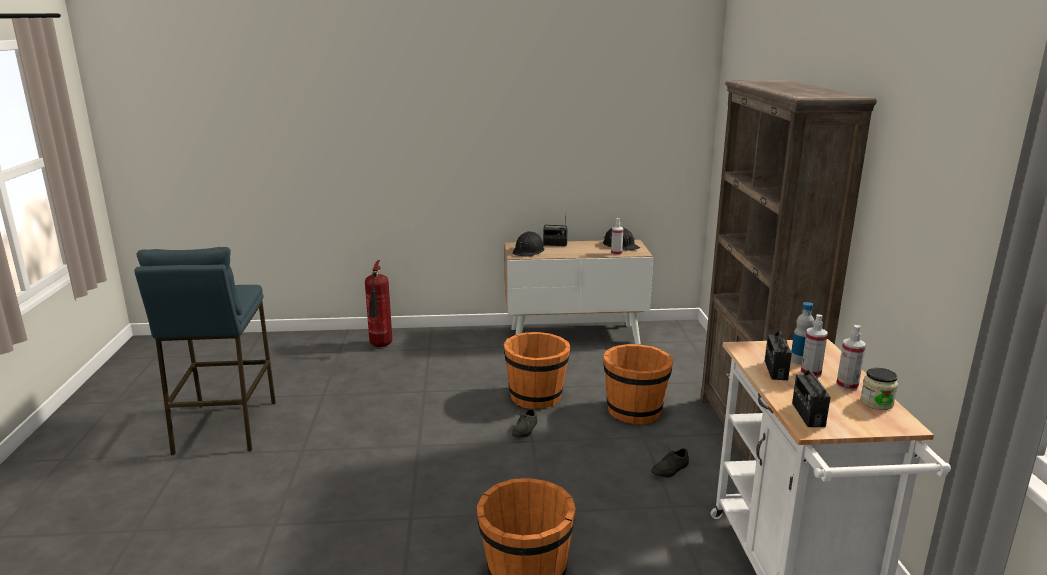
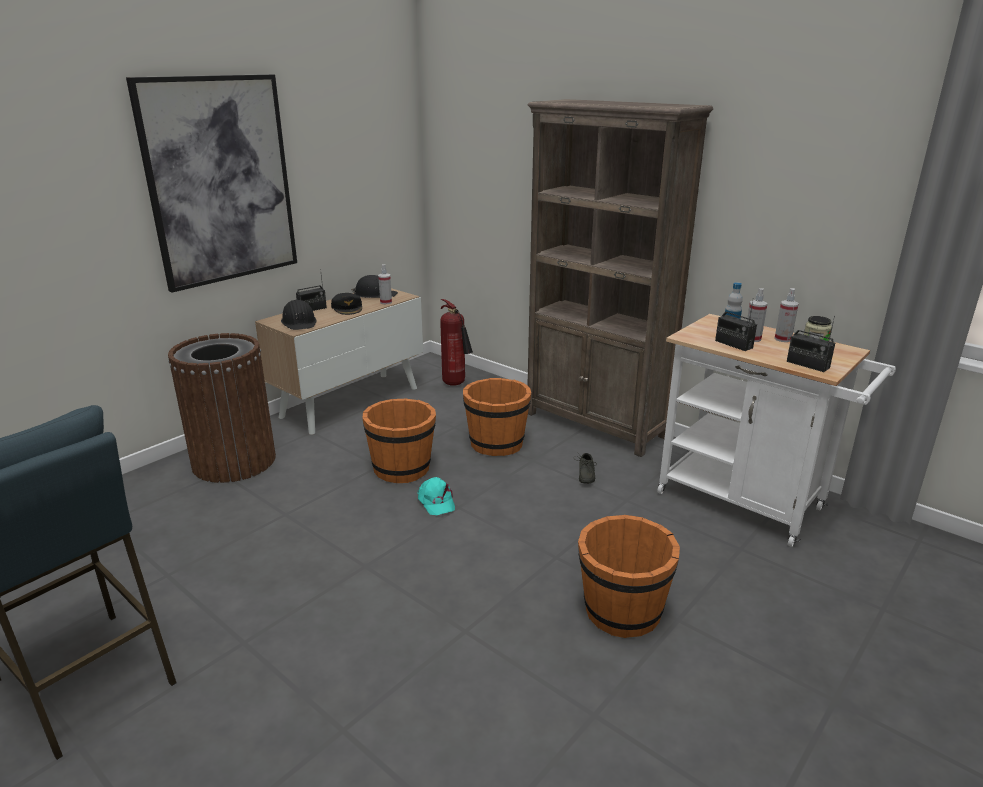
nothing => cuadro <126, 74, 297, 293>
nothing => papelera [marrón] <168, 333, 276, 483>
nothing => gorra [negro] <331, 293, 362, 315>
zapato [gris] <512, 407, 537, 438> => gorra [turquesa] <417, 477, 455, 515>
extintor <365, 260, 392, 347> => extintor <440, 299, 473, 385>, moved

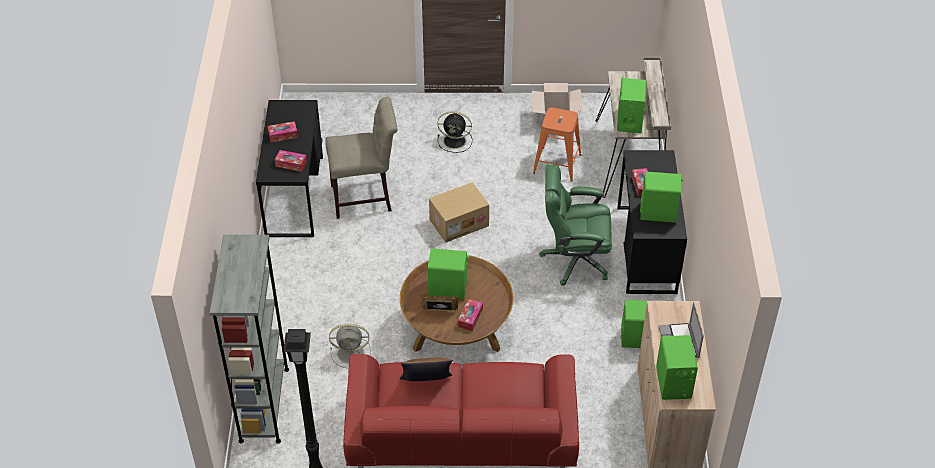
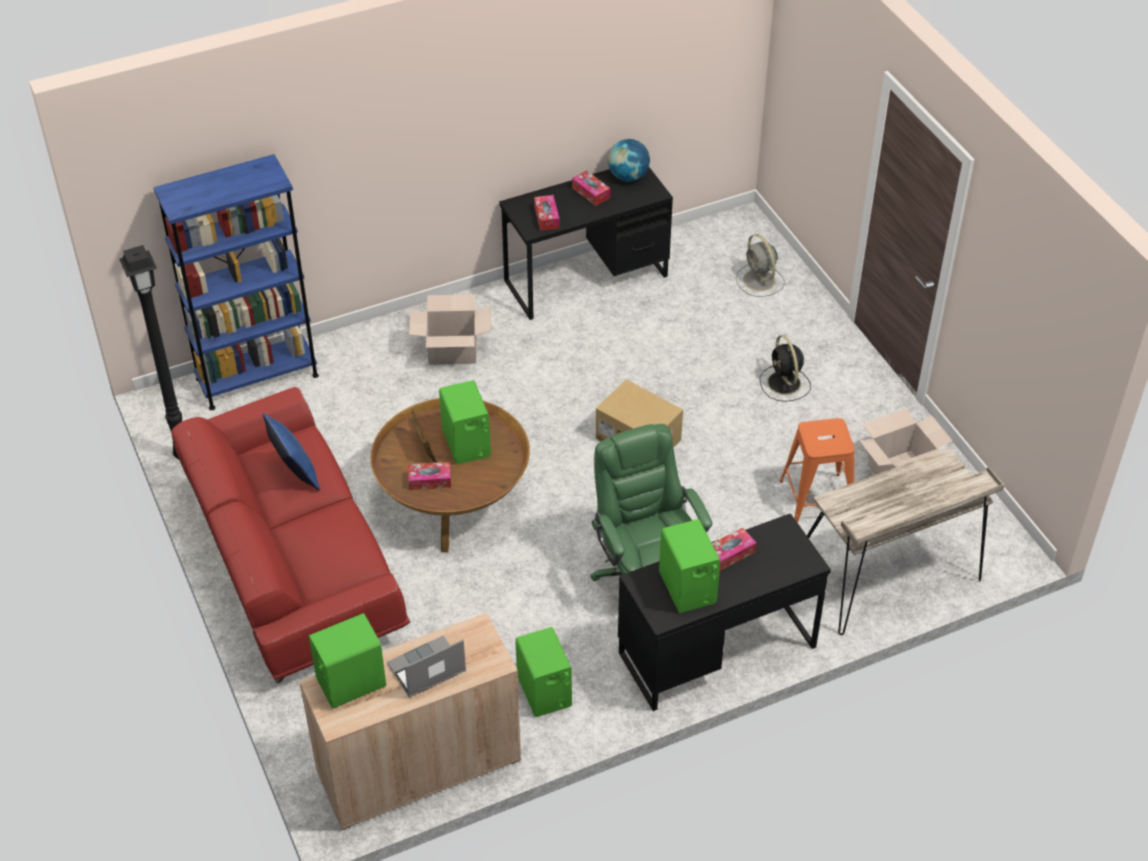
estantería [gris] <210, 235, 289, 443> => estantería [azul] <153, 154, 319, 410>
cojín [marrón] <399, 357, 453, 381> => cojín [azul] <263, 413, 320, 491>
nothing => caja de cartón <409, 294, 491, 365>
nothing => globo terráqueo <608, 139, 650, 181>
ventilador [gris] <329, 324, 371, 368> => ventilador [gris] <736, 234, 785, 297>, moved
silla [beis] <325, 97, 398, 219> => nothing
altavoz [verde] <617, 78, 646, 133> => nothing

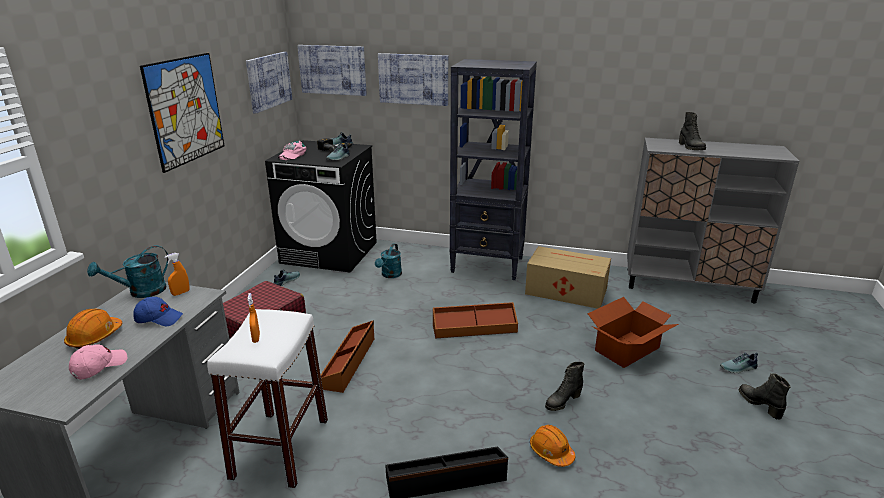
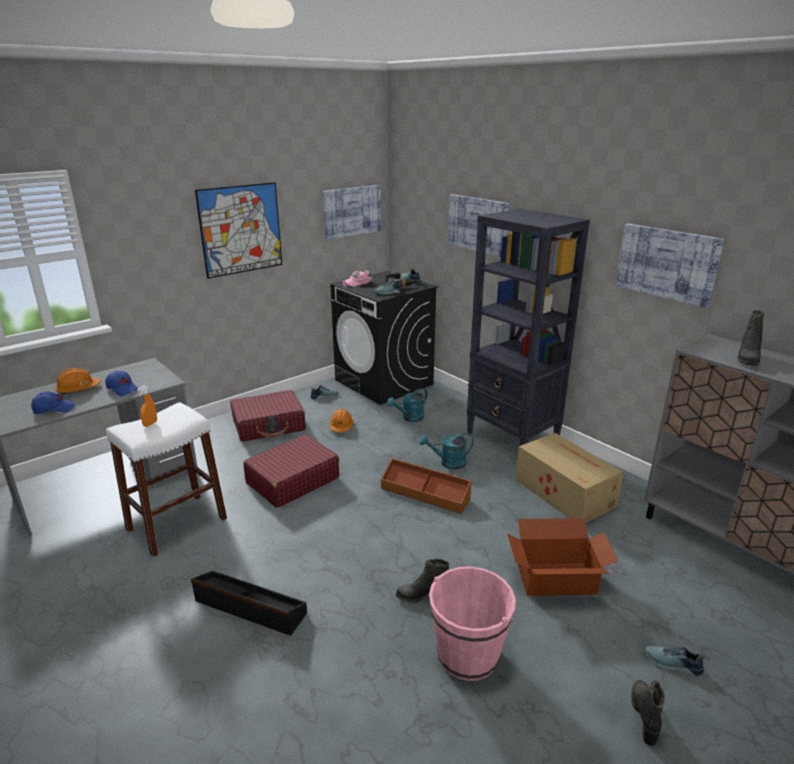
gorra [rosa] <69, 344, 127, 380> => gorra [azul] <31, 391, 75, 414>
caja de almacenaje [marrón] <321, 321, 374, 393> => maleta [rojo] <243, 435, 339, 508>
casco [naranja] <530, 425, 575, 467> => casco [naranja] <329, 409, 353, 432>, moved
regadera [turquesa] <87, 245, 168, 298> => regadera [turquesa] <419, 433, 473, 470>, moved
nothing => cubo [rosa] <429, 566, 516, 681>
cuadro <297, 45, 367, 96> => cuadro <616, 224, 724, 308>, moved
pulverizador [naranja] <165, 253, 189, 296> => nothing

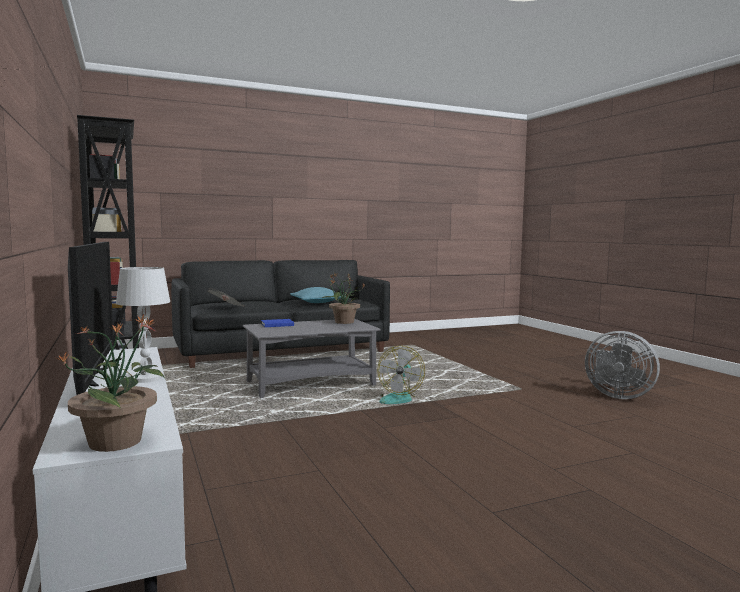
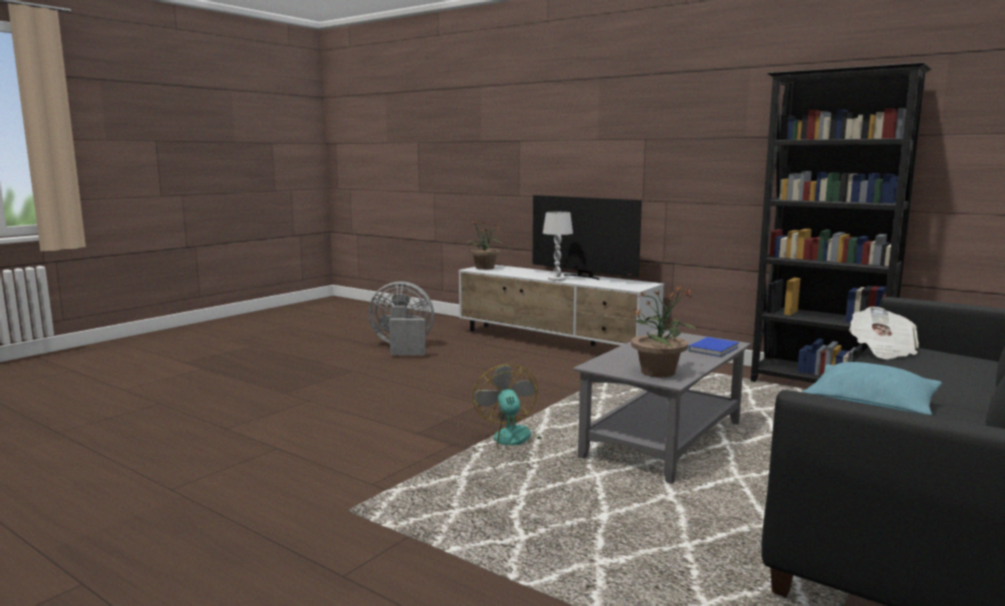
ventilador [gris] <585, 331, 660, 399> => ventilador [gris] <369, 281, 434, 355>, moved

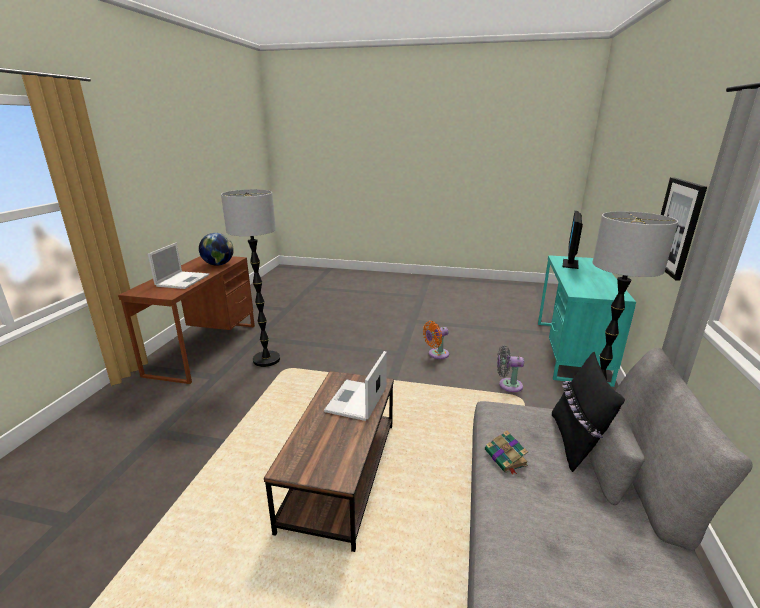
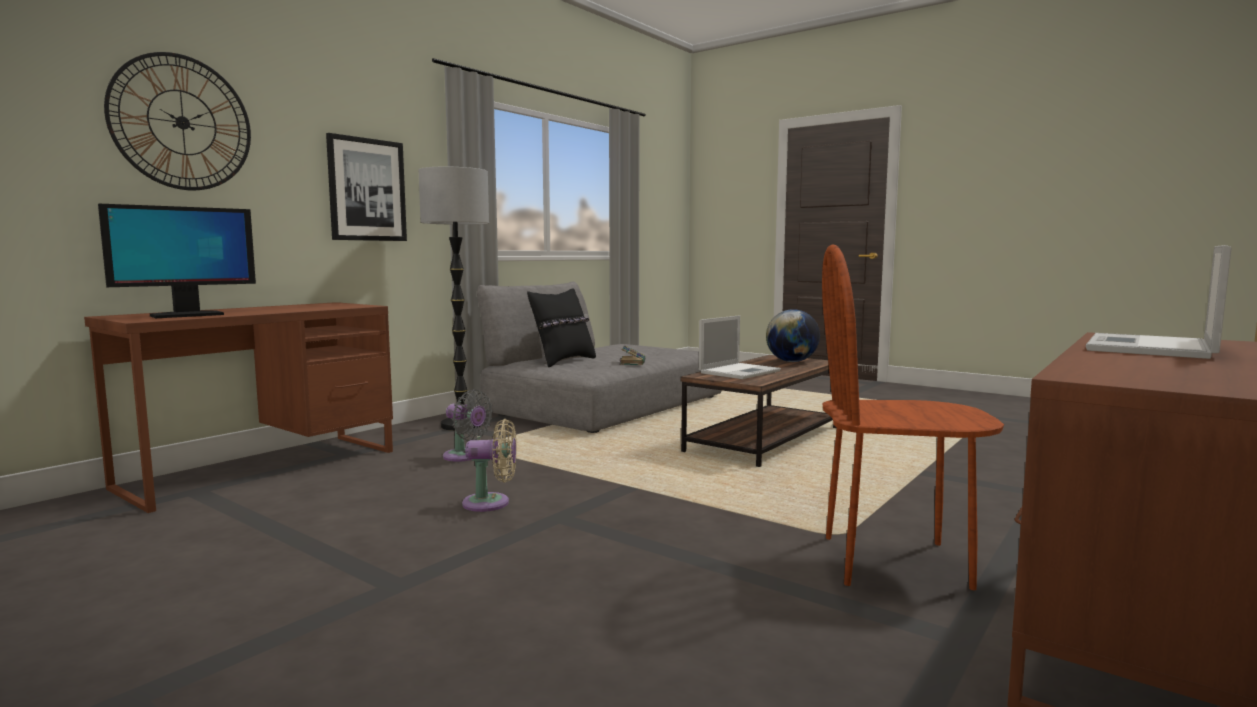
escritorio [turquesa] <538, 255, 636, 387> => escritorio [marrón] <84, 302, 393, 513>
nothing => reloj de pared <104, 52, 251, 190>
ventilador [naranja] <423, 321, 449, 359> => ventilador [beis] <462, 419, 517, 512>
globo terráqueo <199, 233, 234, 266> => globo terráqueo <766, 309, 820, 362>, moved
lámpara de pie <221, 189, 280, 367> => silla [marrón] <822, 244, 1004, 590>

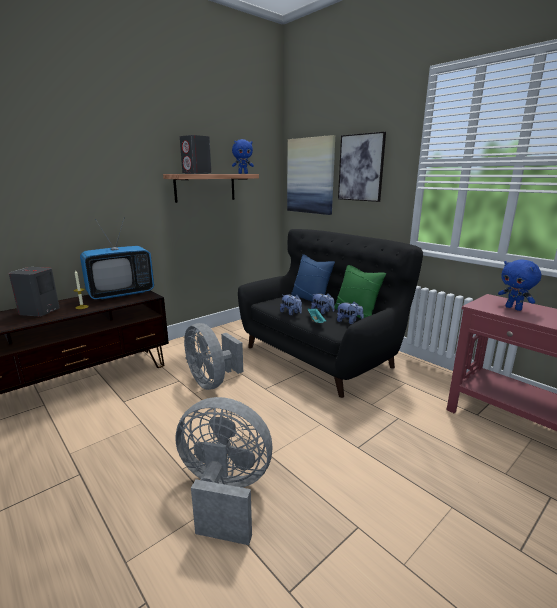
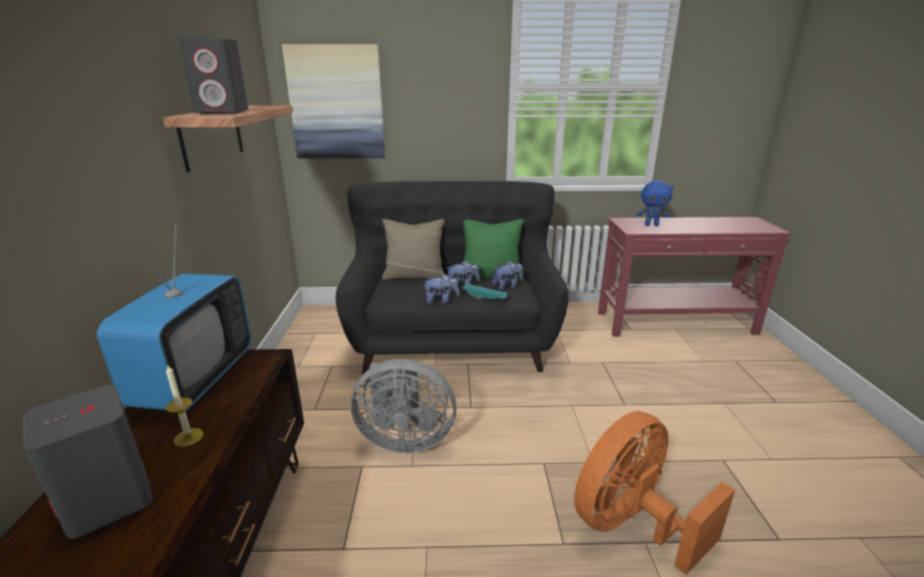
cojín [azul] <291, 254, 335, 302> => cojín [beis] <382, 219, 445, 280>
ventilador [gris] <176, 397, 272, 545> => ventilador [naranja] <574, 411, 735, 575>
peluche [azul] <232, 139, 254, 174> => nothing
cuadro <338, 132, 386, 202> => nothing

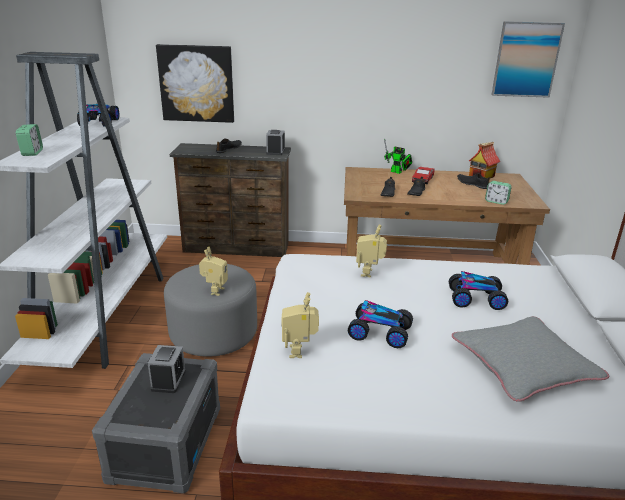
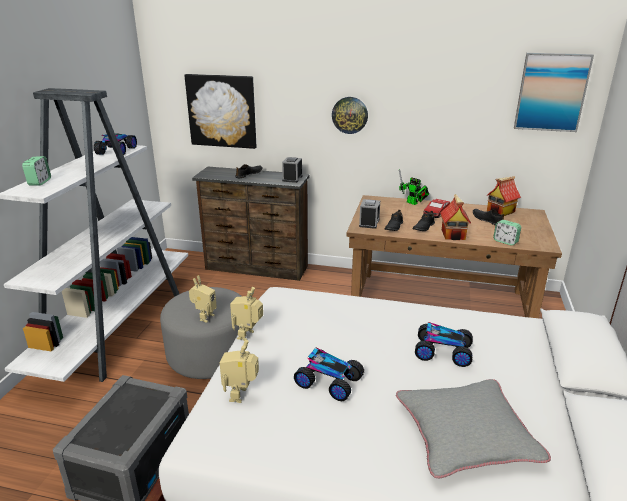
robot de juguete <356, 224, 387, 277> => robot de juguete <230, 287, 263, 341>, moved
nothing => reloj de pared <332, 97, 368, 134>
despertador <148, 345, 186, 393> => despertador <359, 199, 380, 229>, moved
nothing => casita <440, 194, 471, 240>

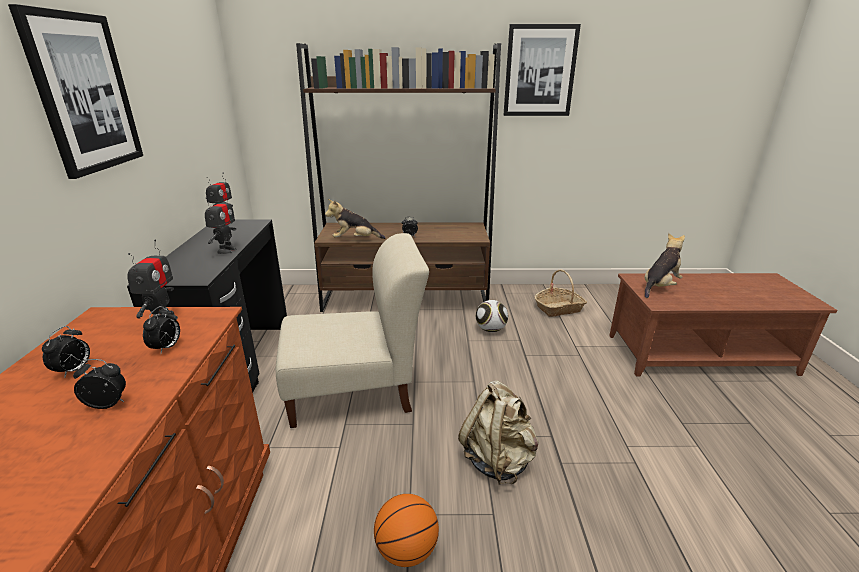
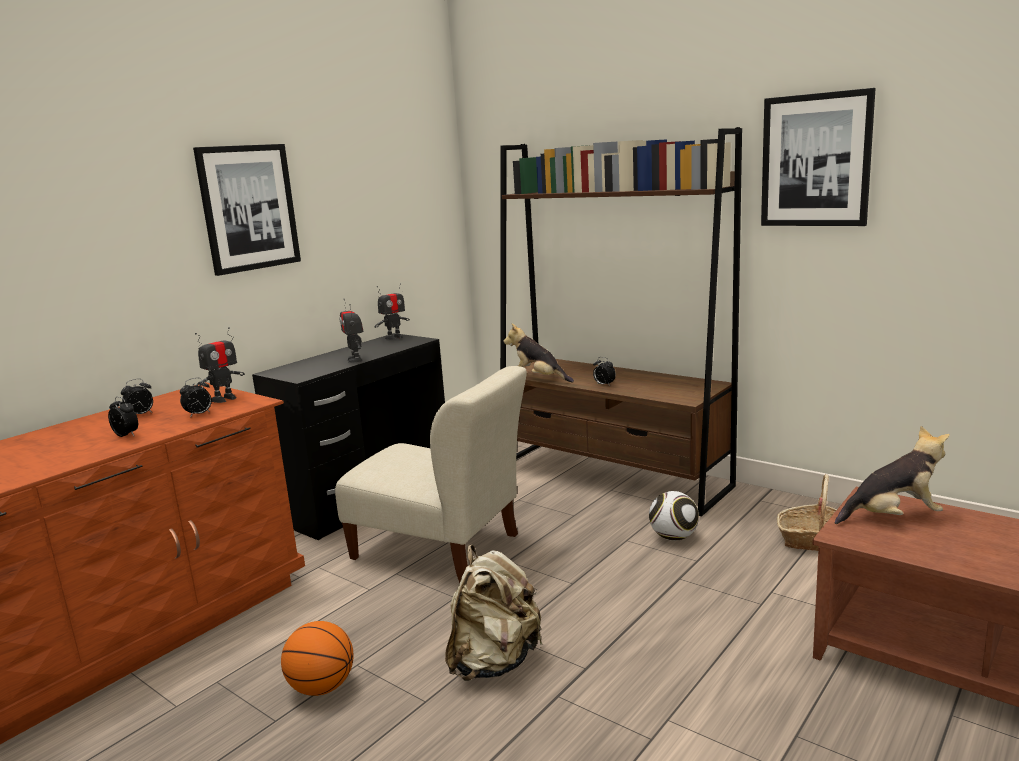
robot de juguete <205, 192, 236, 254> => robot de juguete <340, 299, 363, 363>, 105 degrees clockwise

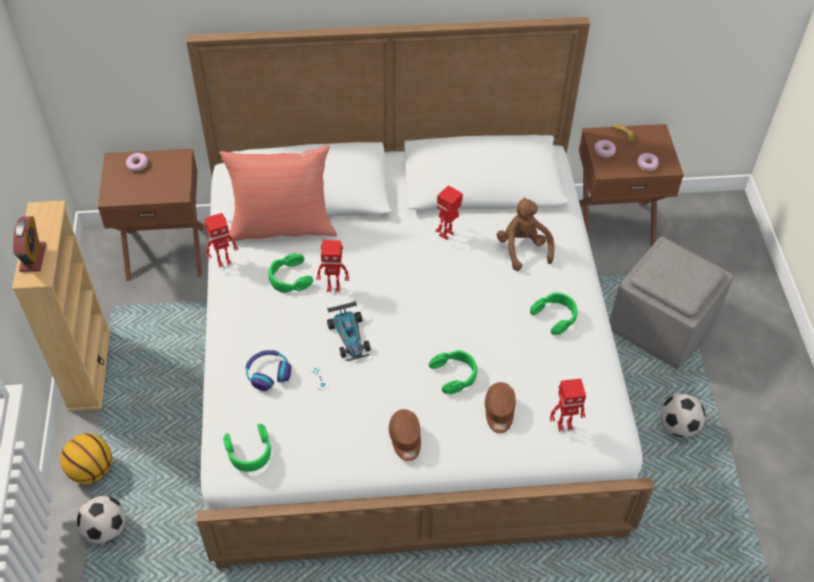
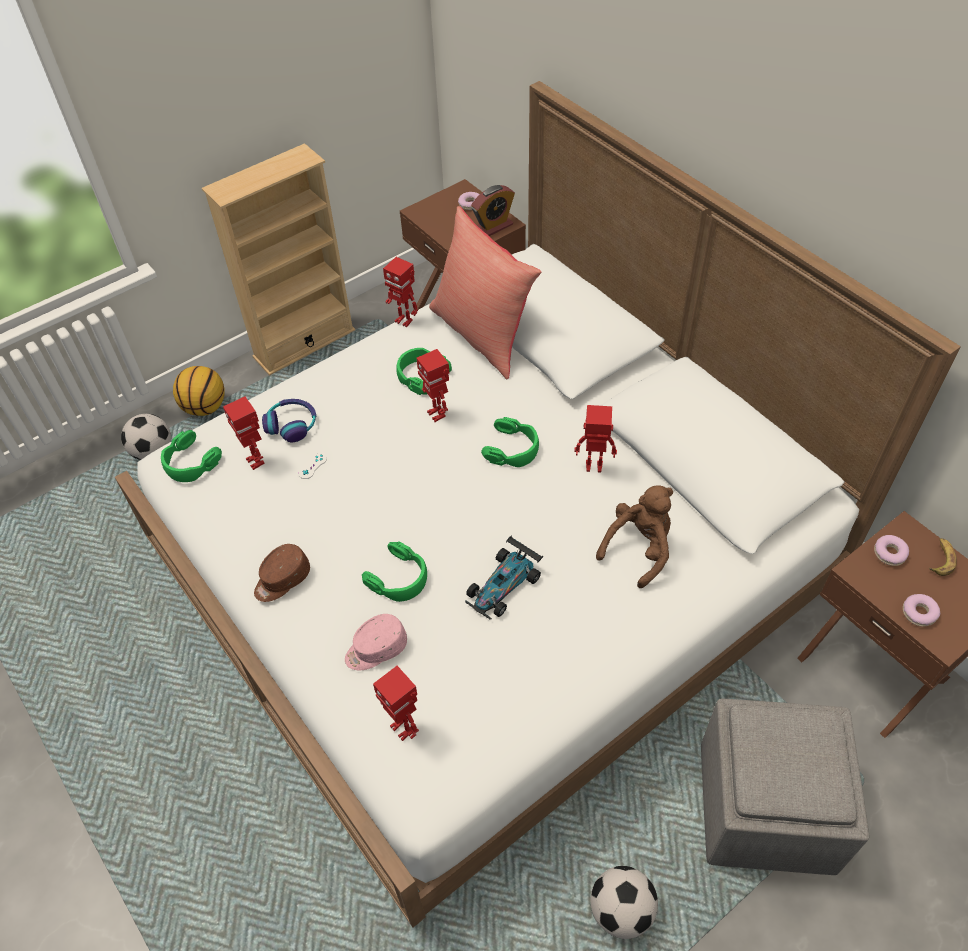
nothing => robot de juguete <223, 396, 265, 470>
gorra [marrón] <485, 382, 516, 433> => gorra [rosa] <345, 614, 407, 670>
coche de juguete <327, 301, 371, 361> => coche de juguete <465, 535, 543, 620>, moved
despertador <13, 216, 46, 272> => despertador <471, 185, 515, 236>, moved
auriculares [verde] <530, 292, 577, 335> => auriculares [verde] <481, 417, 539, 467>, moved

